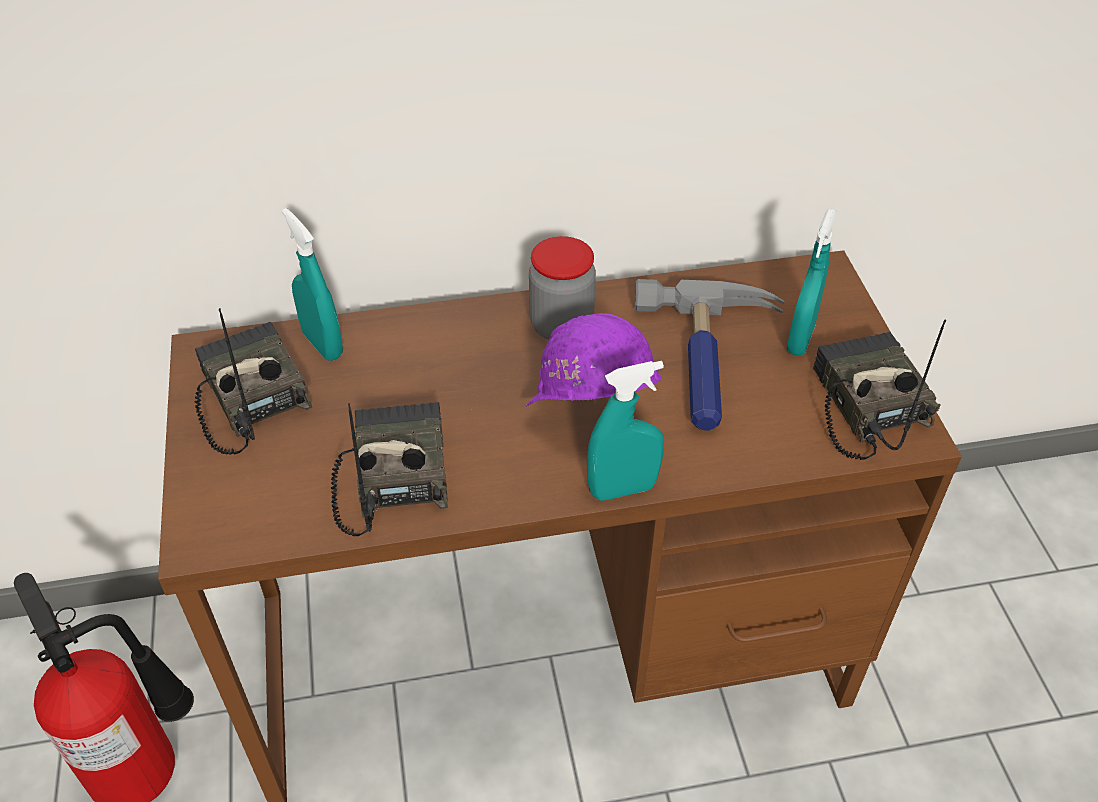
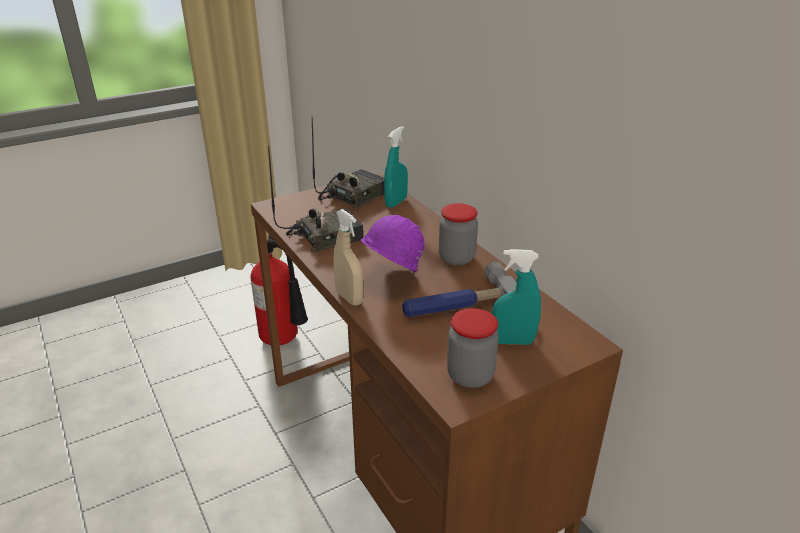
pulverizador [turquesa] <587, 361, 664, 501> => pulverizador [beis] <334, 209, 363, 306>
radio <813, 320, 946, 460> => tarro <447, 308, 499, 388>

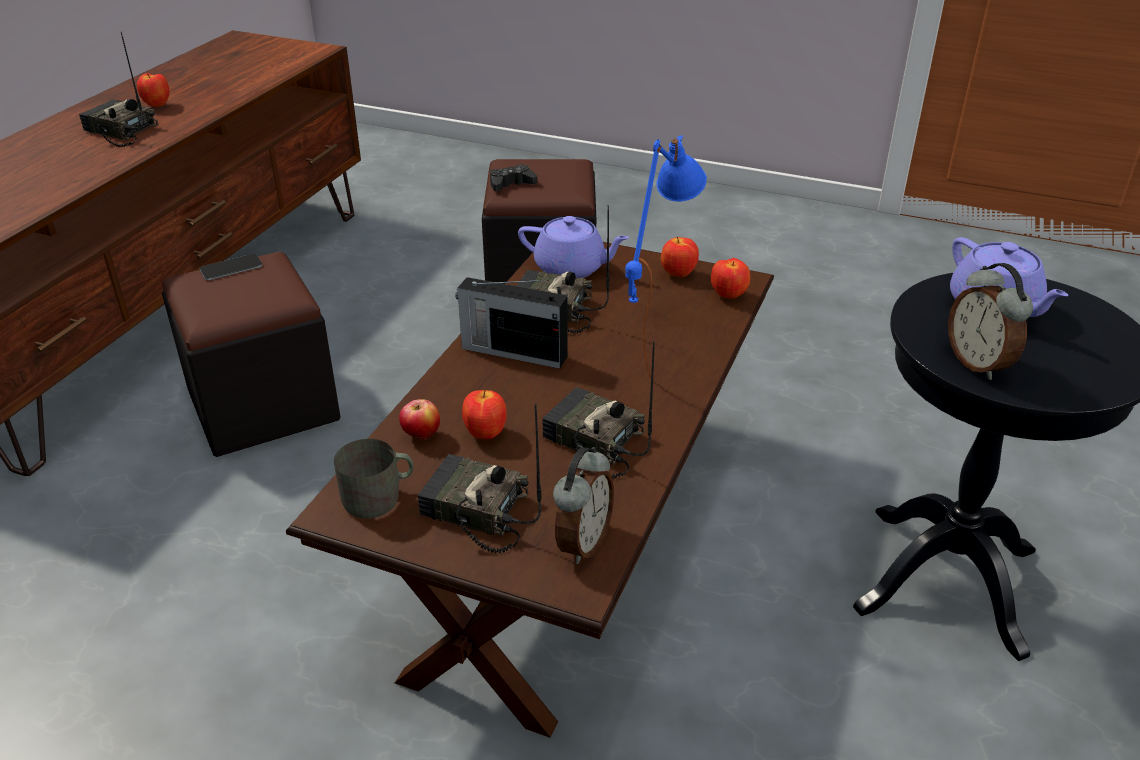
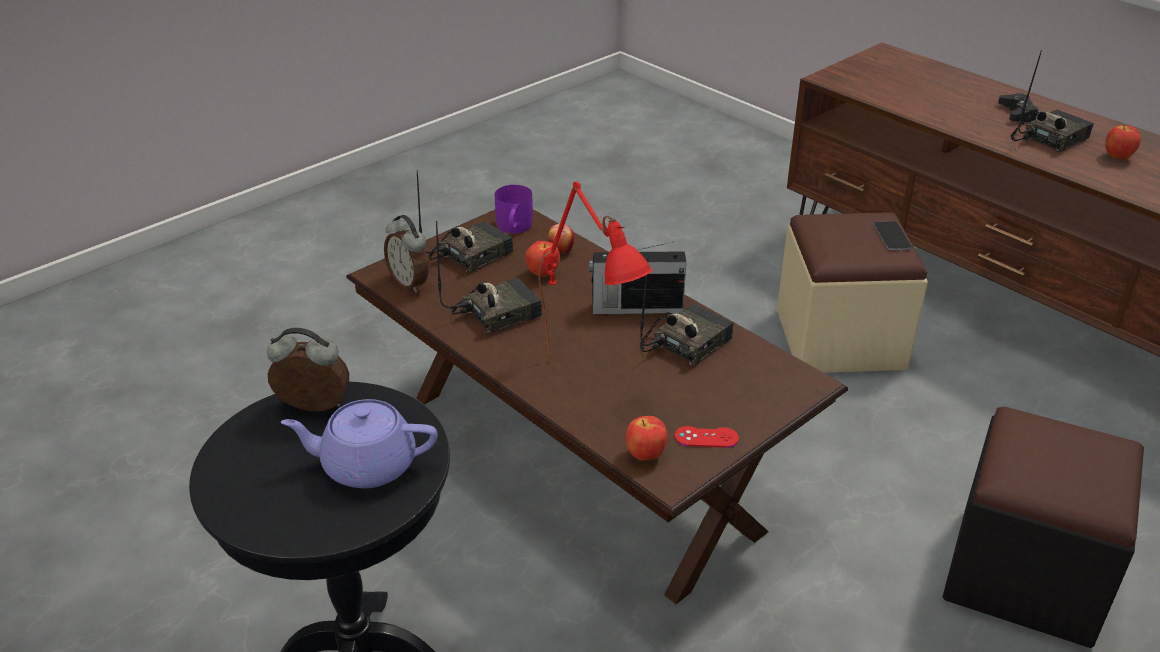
taza grande [gris] <334, 439, 414, 518> => taza grande [morado] <495, 185, 533, 233>
lámpara de mesa [azul] <625, 136, 707, 379> => lámpara de mesa [rojo] <538, 181, 652, 363>
radio <456, 277, 567, 369> => radio <589, 241, 686, 314>, 135 degrees counterclockwise
manzana <661, 237, 699, 278> => mando de consola [rojo] <675, 426, 739, 448>
puf [negro] <162, 252, 341, 457> => puf [beis] <777, 212, 928, 373>
mando de consola [negro] <490, 164, 537, 191> => mando de consola [negro] <998, 93, 1039, 122>, moved
tetera [morado] <518, 216, 630, 278> => nothing

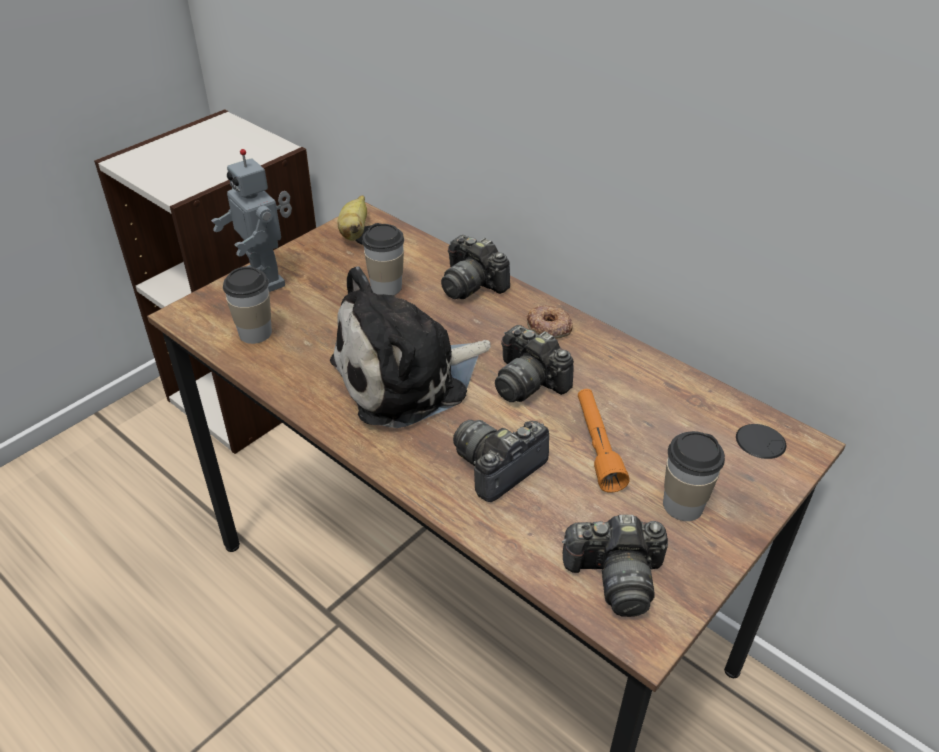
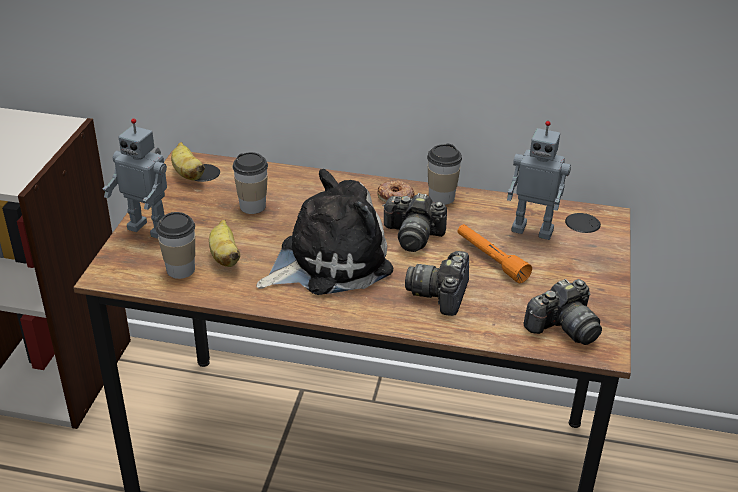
nothing => plátano <209, 220, 240, 267>
peluche <330, 266, 491, 428> => peluche <256, 169, 393, 295>, 150 degrees counterclockwise
taza <663, 431, 725, 521> => taza <427, 144, 462, 205>, moved
nothing => robot de juguete <507, 121, 571, 240>
cámara <441, 235, 510, 299> => nothing

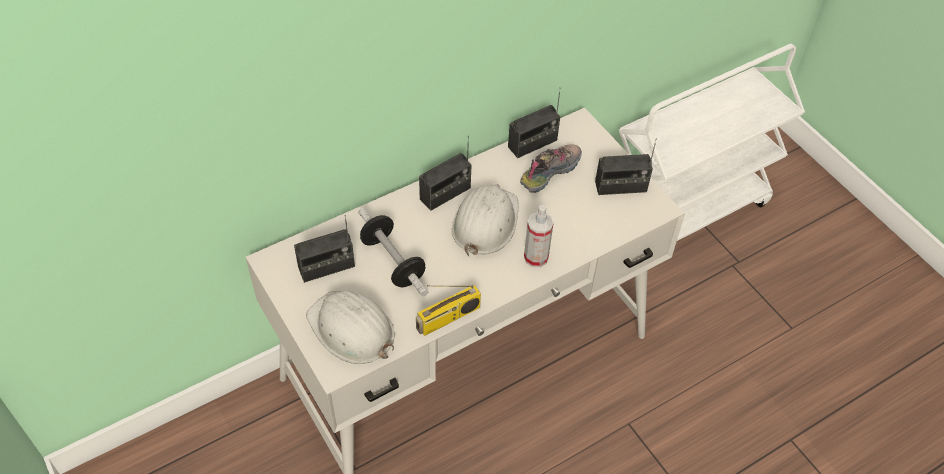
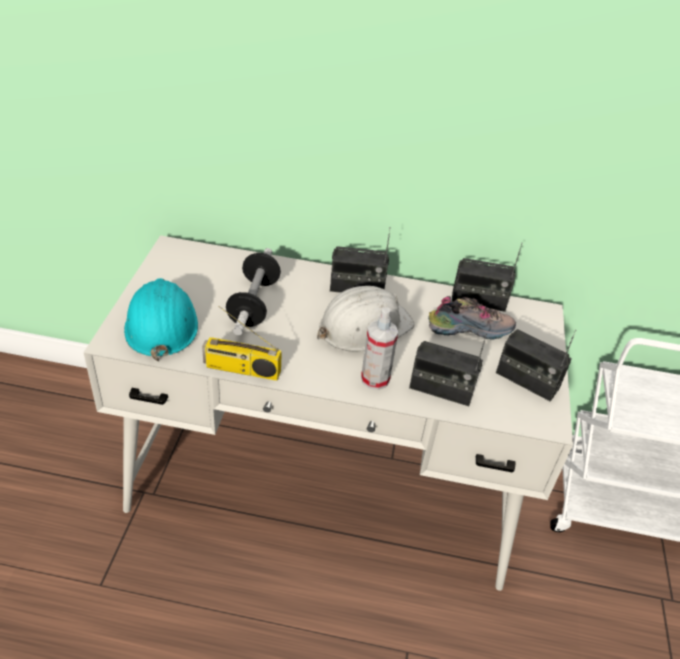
casco [blanco] <306, 291, 395, 364> => casco [turquesa] <124, 278, 198, 361>
radio <294, 215, 355, 283> => radio <409, 334, 487, 406>, moved

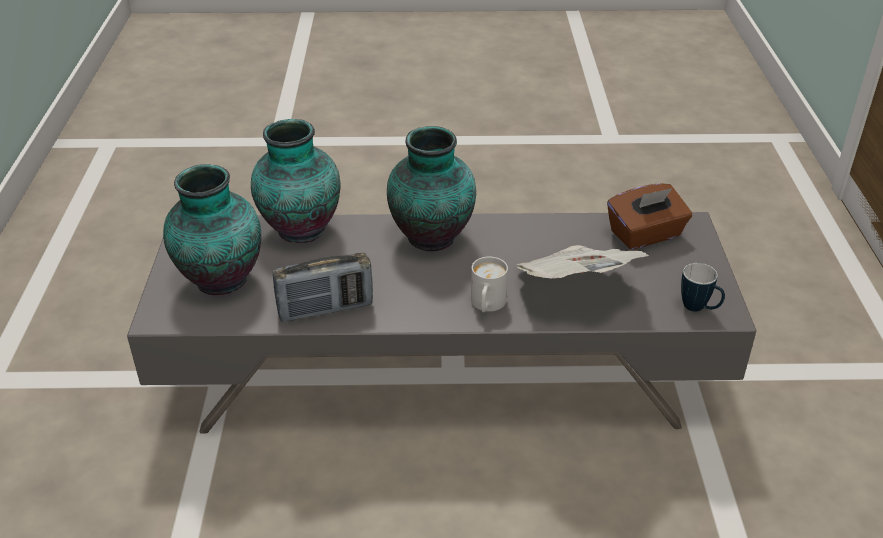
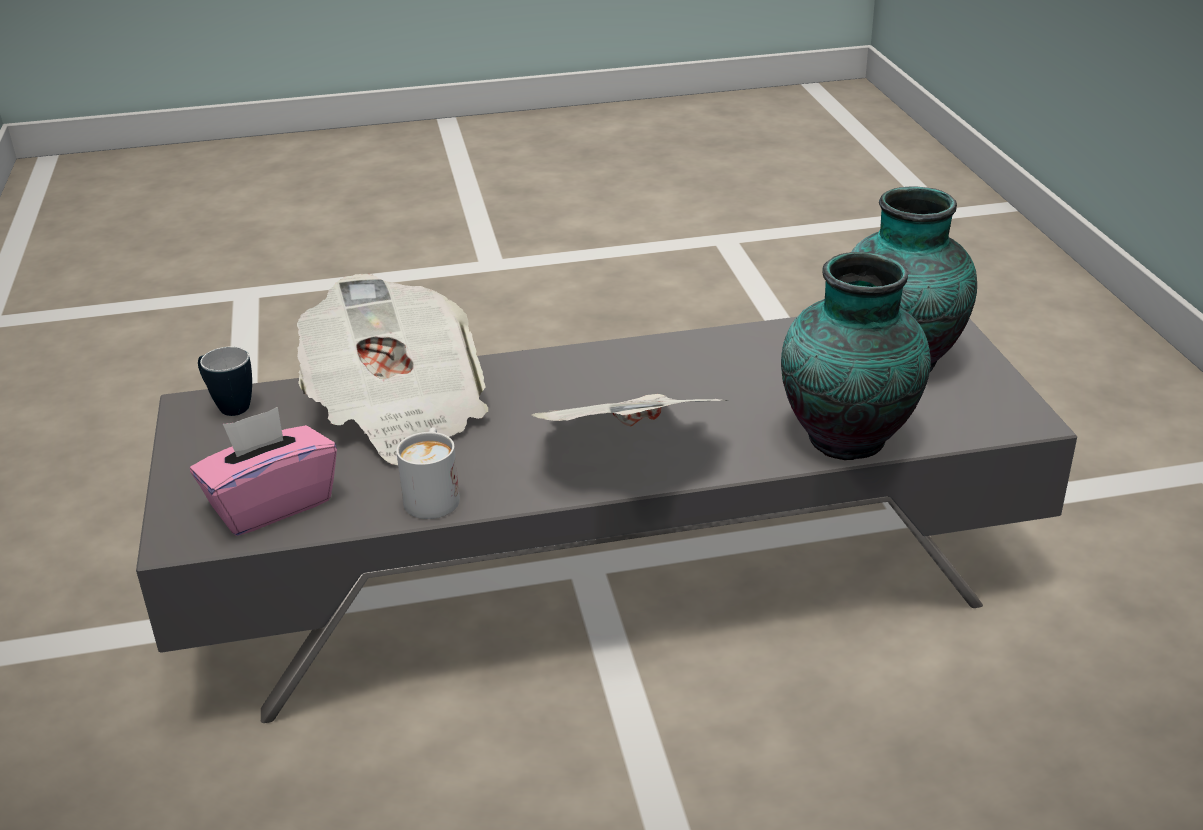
caja de pañuelos [marrón] <607, 183, 692, 249> => caja de pañuelos [rosa] <190, 407, 337, 536>
taza grande [blanco] <471, 257, 508, 313> => taza grande [blanco] <396, 427, 460, 519>, moved
florero <387, 126, 476, 251> => periódico <532, 394, 728, 426>
radio <273, 253, 373, 322> => nothing

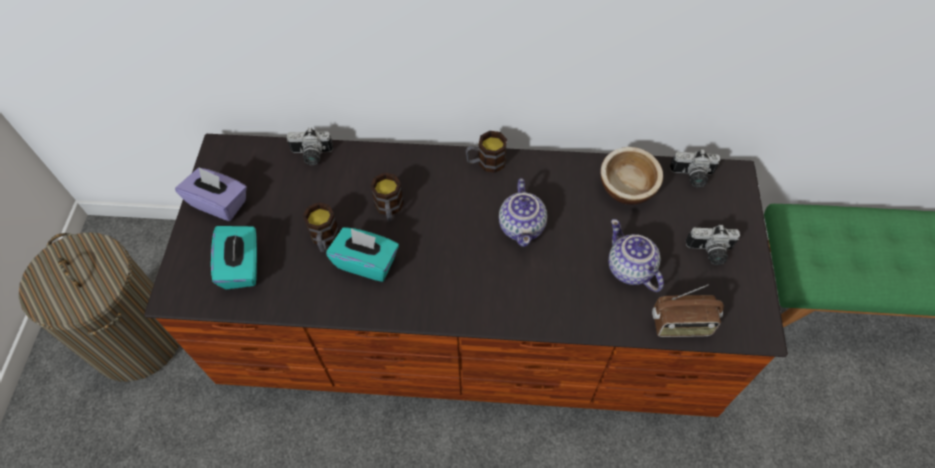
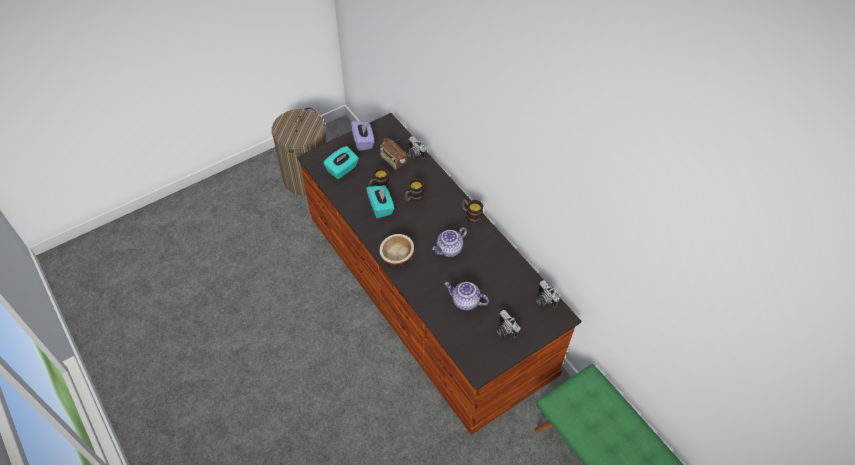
cuenco <600, 147, 663, 205> => cuenco <379, 234, 414, 267>, moved
radio <652, 285, 724, 337> => radio <380, 138, 407, 169>, moved
tetera <608, 219, 664, 292> => tetera <444, 282, 489, 310>, 90 degrees counterclockwise

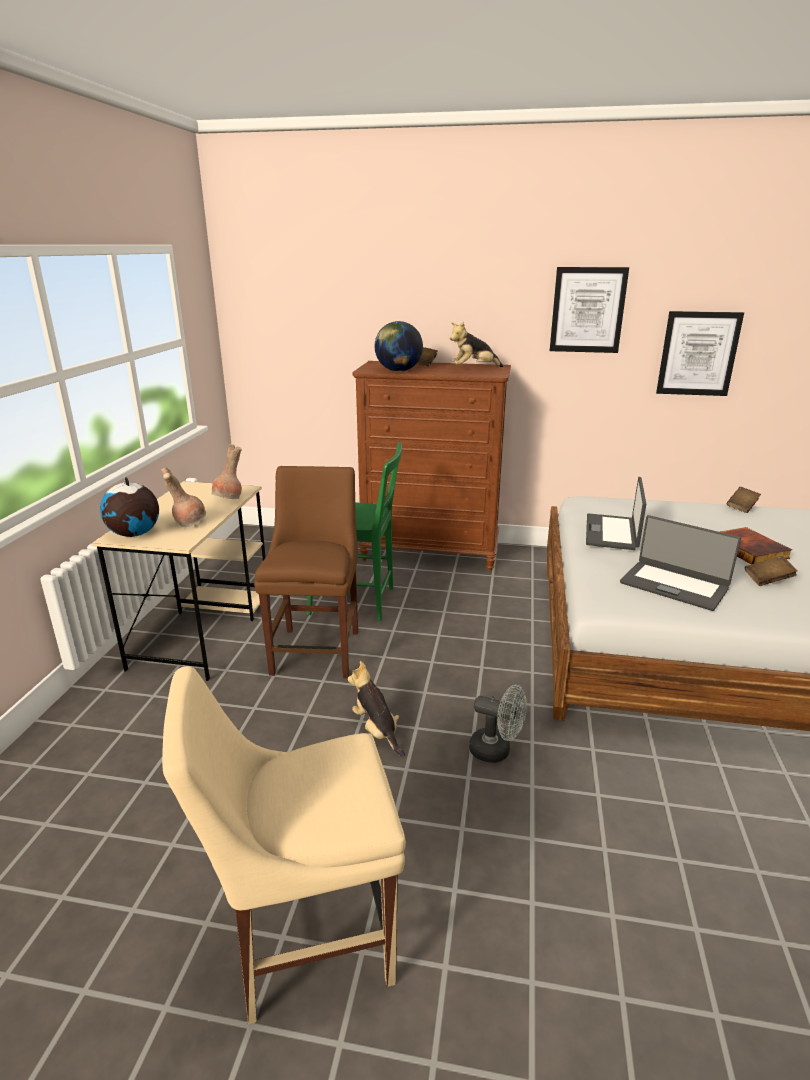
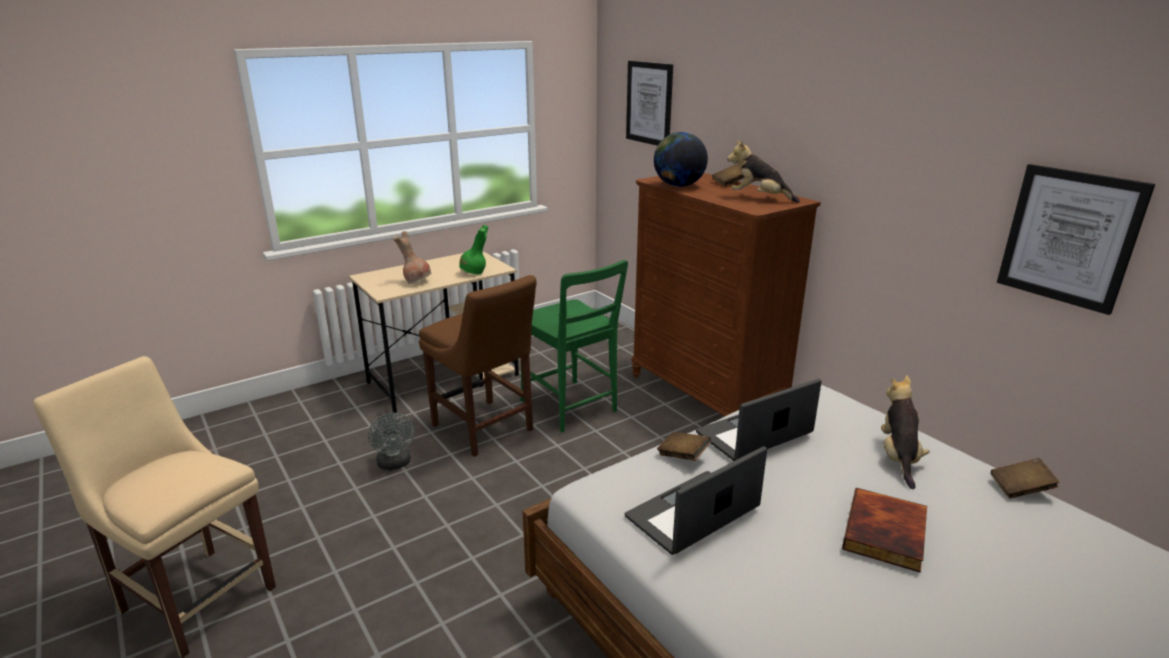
ventilador [gris] <469, 685, 527, 763> => ventilador [gris] <368, 413, 415, 470>, moved
silla [marrón] <254, 466, 358, 678> => silla [marrón] <419, 275, 537, 457>, 90 degrees clockwise
florero [marrón] <212, 444, 242, 499> => florero [verde] <459, 225, 488, 274>
portátil <620, 515, 741, 611> => portátil <625, 446, 767, 555>, 60 degrees clockwise
cuadro <550, 267, 629, 353> => cuadro <626, 61, 673, 146>, moved
libro [marrón] <745, 556, 798, 586> => libro [marrón] <657, 432, 711, 461>, moved
peluche <348, 661, 405, 757> => peluche <881, 375, 930, 489>, moved
globo terráqueo <100, 477, 159, 537> => nothing

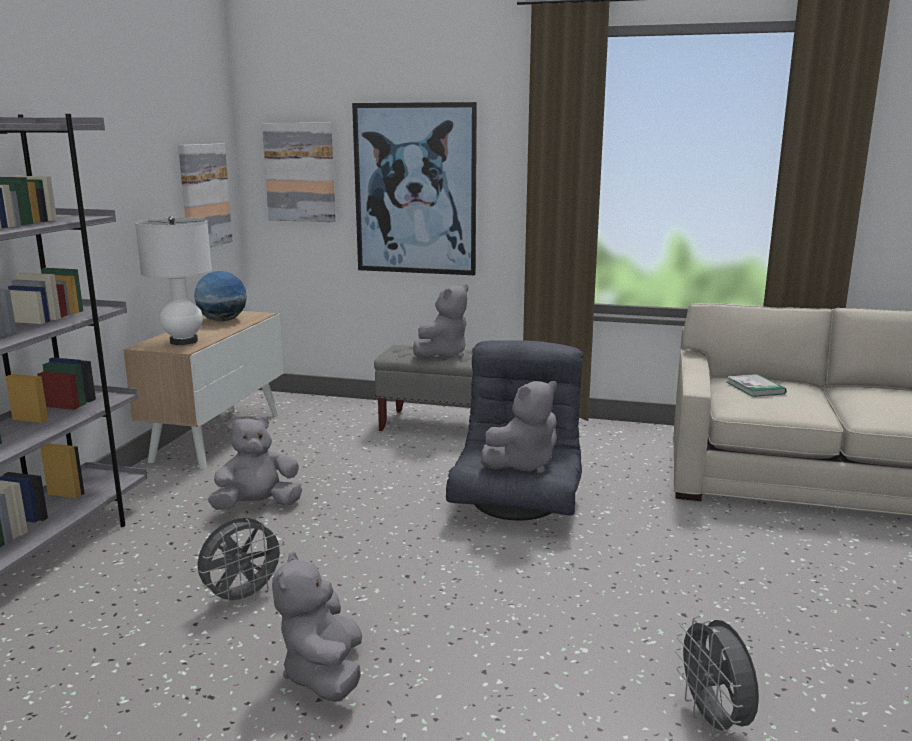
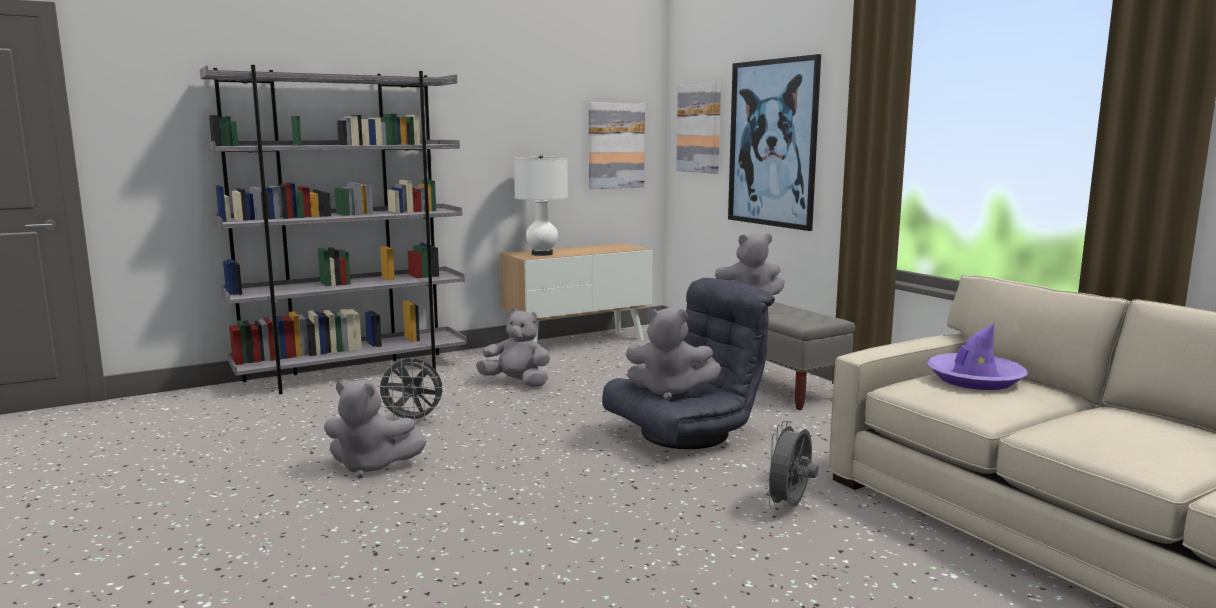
peluche [gris] <272, 551, 362, 702> => peluche [gris] <324, 380, 426, 479>, 120 degrees counterclockwise
ventilador [gris] <675, 616, 759, 737> => ventilador [gris] <763, 421, 819, 508>, moved
libro <727, 374, 787, 397> => sombrero [morado] <927, 324, 1028, 390>
globo terráqueo <194, 271, 247, 322> => nothing

